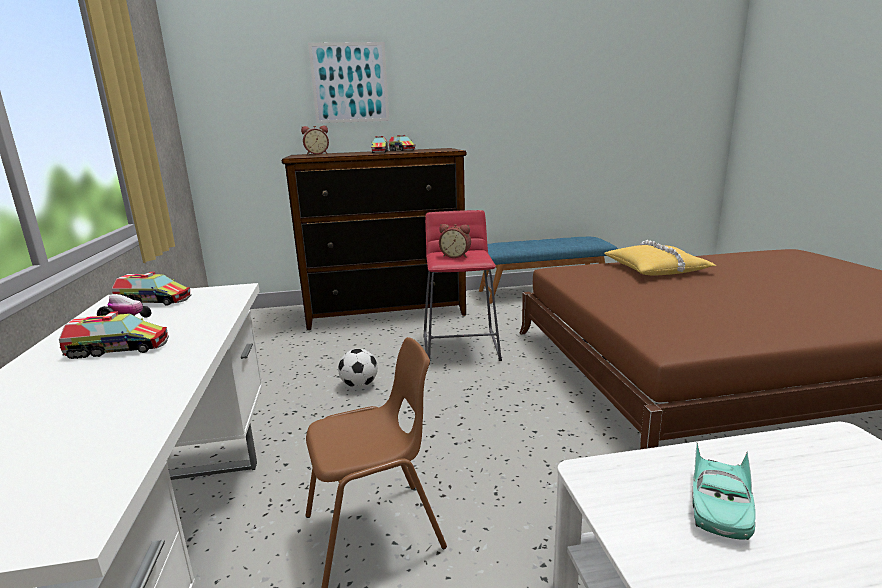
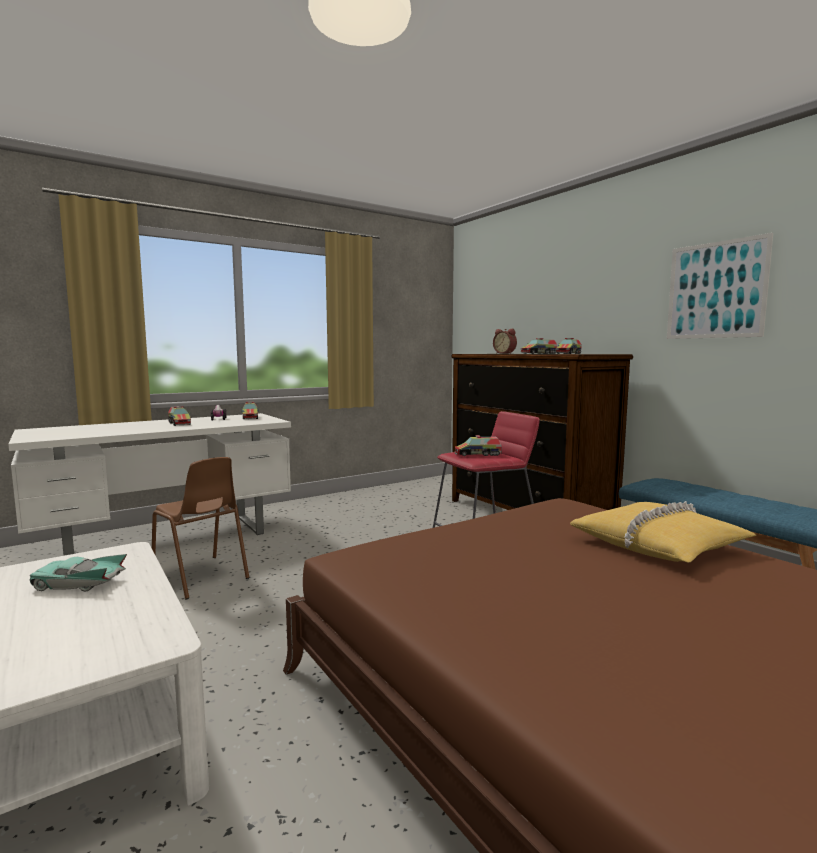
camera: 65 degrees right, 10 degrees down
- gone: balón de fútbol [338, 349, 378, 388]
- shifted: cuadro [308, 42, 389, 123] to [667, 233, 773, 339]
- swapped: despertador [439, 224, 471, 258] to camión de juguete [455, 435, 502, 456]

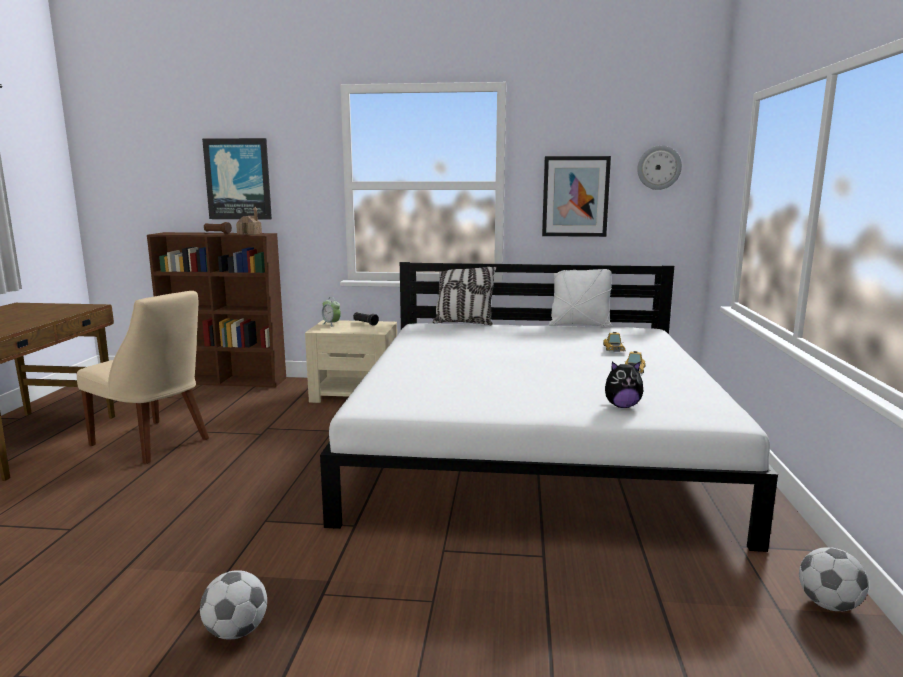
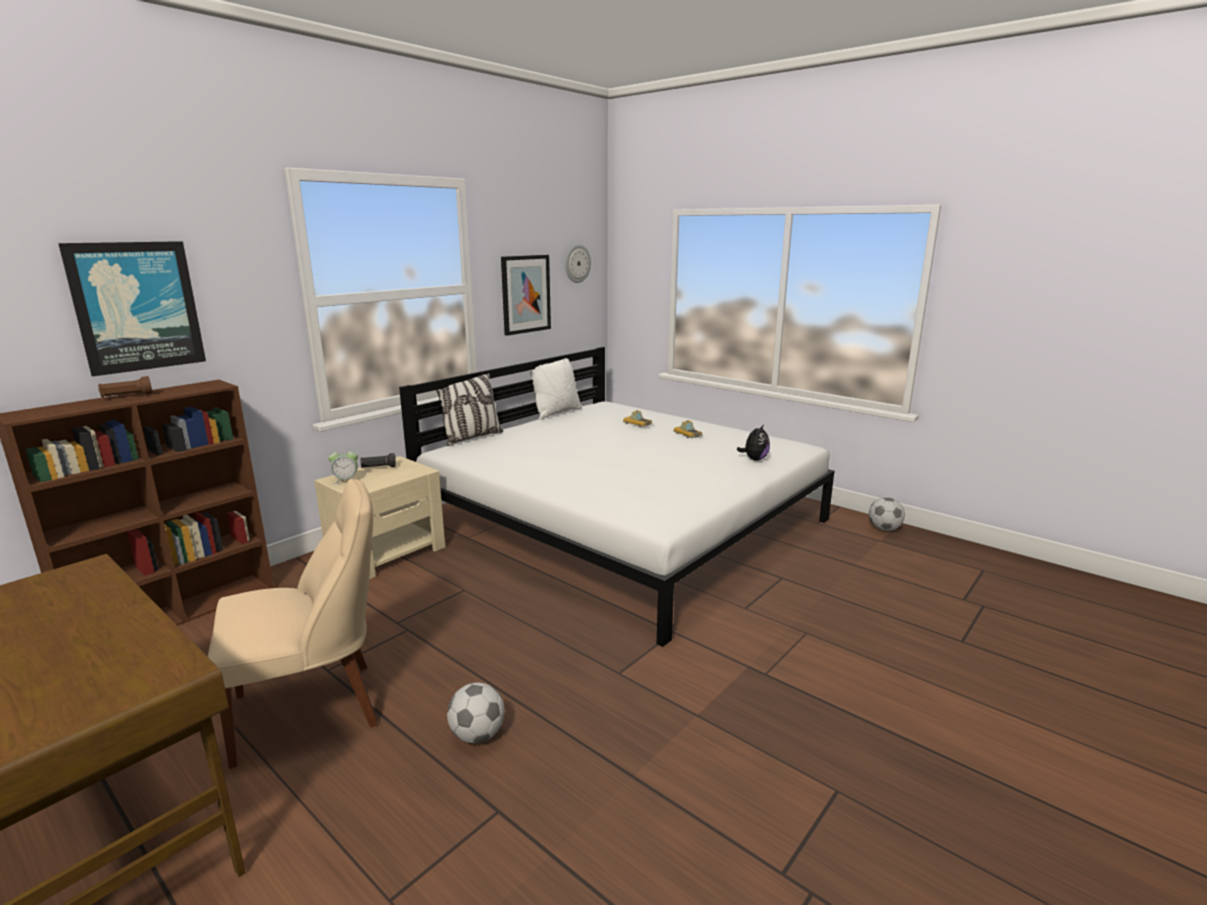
camera: 55 degrees left, 5 degrees up
- gone: casita [236, 207, 262, 235]
- shifted: balón de fútbol [200, 570, 267, 639] to [447, 682, 505, 743]

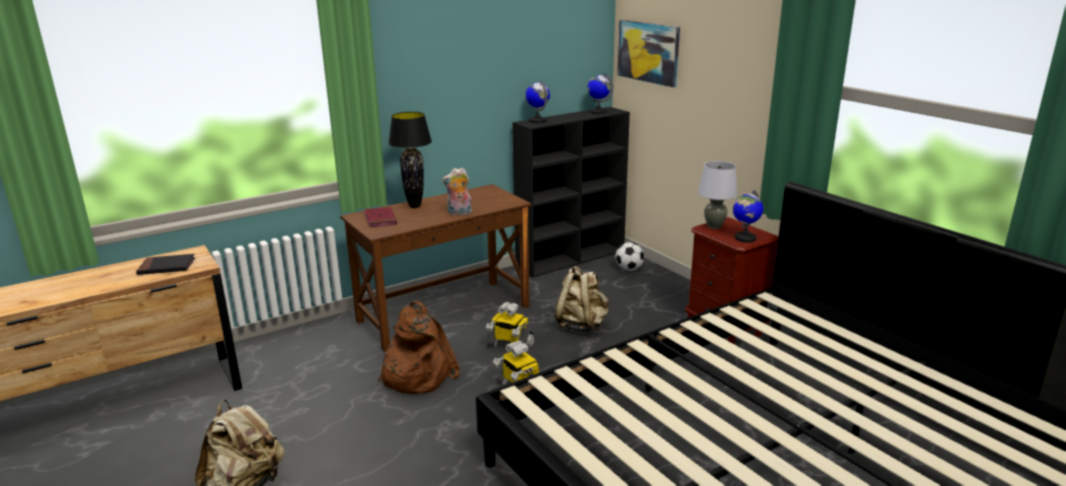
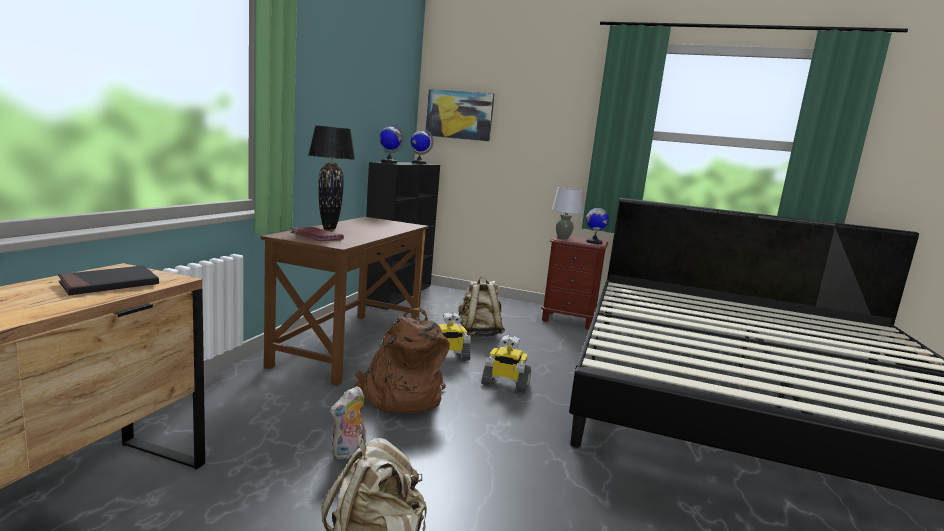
camera: 40 degrees left, 10 degrees down
- gone: balón de fútbol [615, 242, 644, 271]
- shifted: peluche [442, 168, 472, 216] to [330, 386, 366, 459]

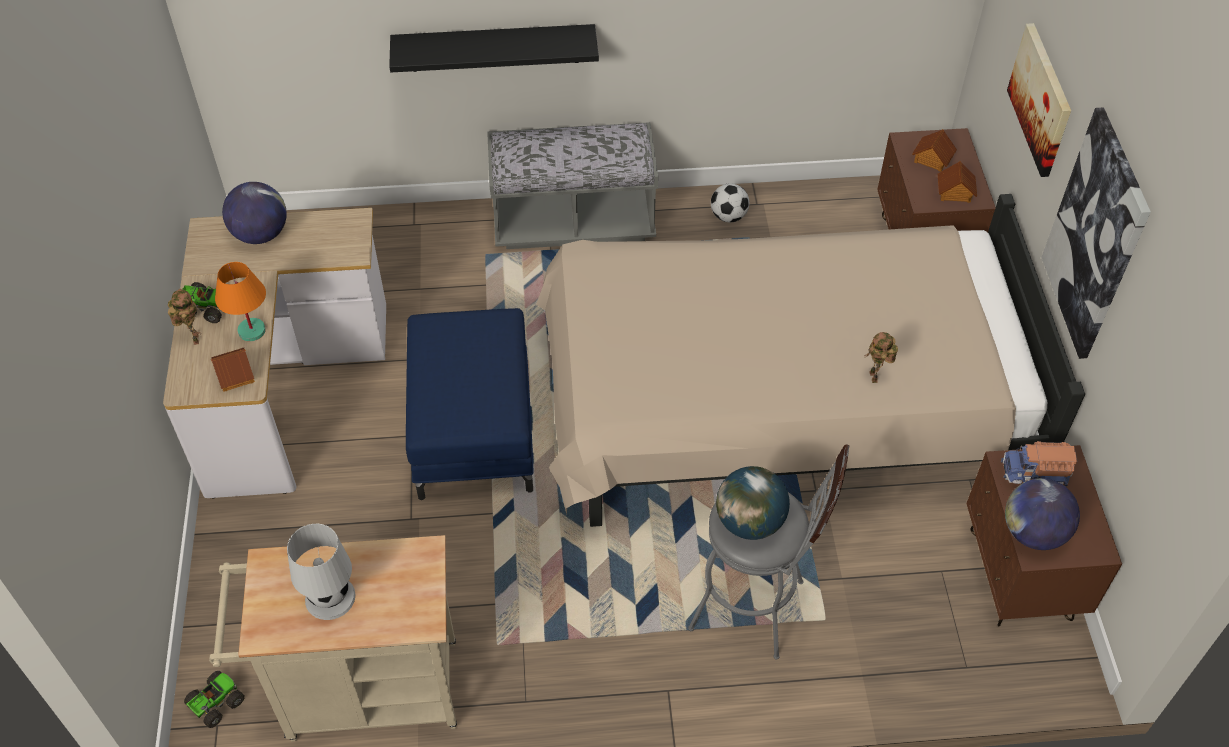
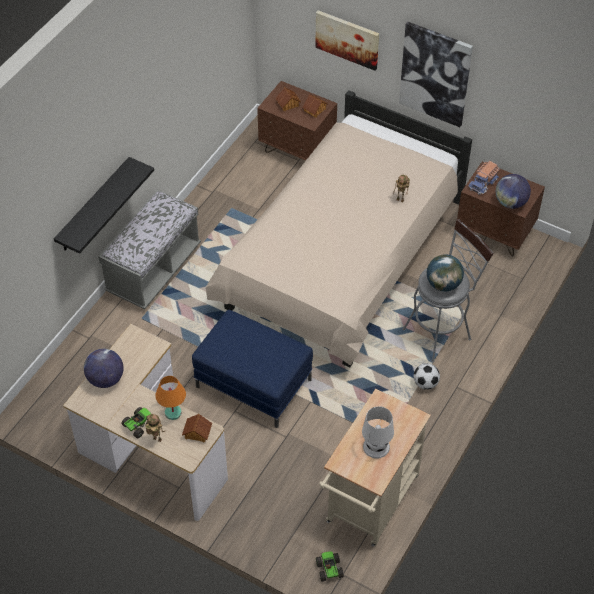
camera: 55 degrees left, 0 degrees up
- shifted: balón de fútbol [711, 183, 749, 222] to [414, 363, 440, 390]

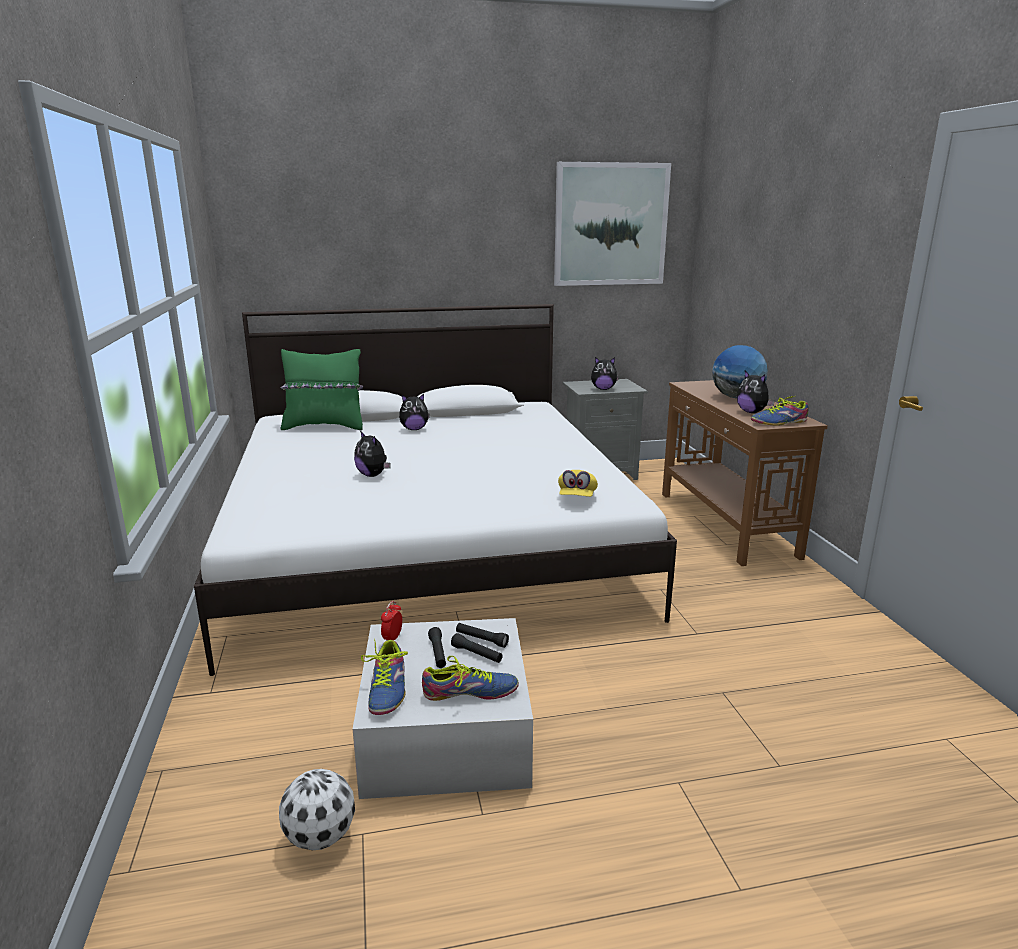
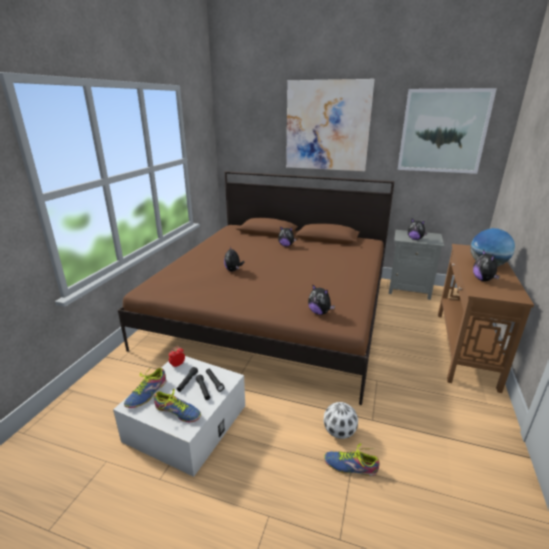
camera: 30 degrees right, 5 degrees up
- gone: cojín (verde) [281, 349, 363, 430]
- new: cuadro [286, 79, 375, 171]
- shifted: balón de fútbol [279, 769, 355, 850] to [323, 402, 358, 439]
- shifted: zapato [751, 396, 809, 426] to [324, 443, 379, 476]
- swapped: gorra (amarillo) [558, 470, 598, 497] to peluche [308, 285, 335, 315]
- repainted: cama (blanco) [194, 304, 677, 676] to cama (marrón) [118, 171, 395, 405]

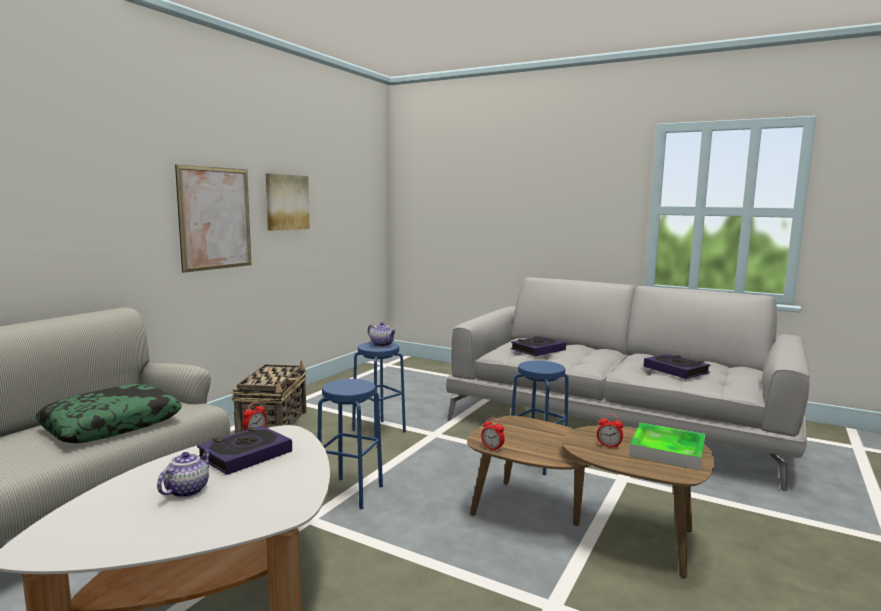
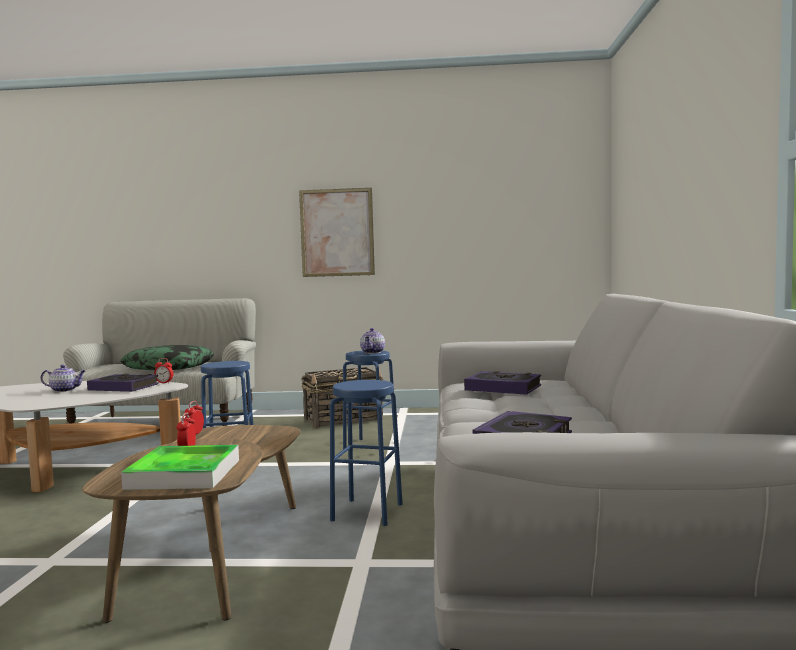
camera: 65 degrees right, 5 degrees down
- gone: cuadro [266, 173, 310, 231]

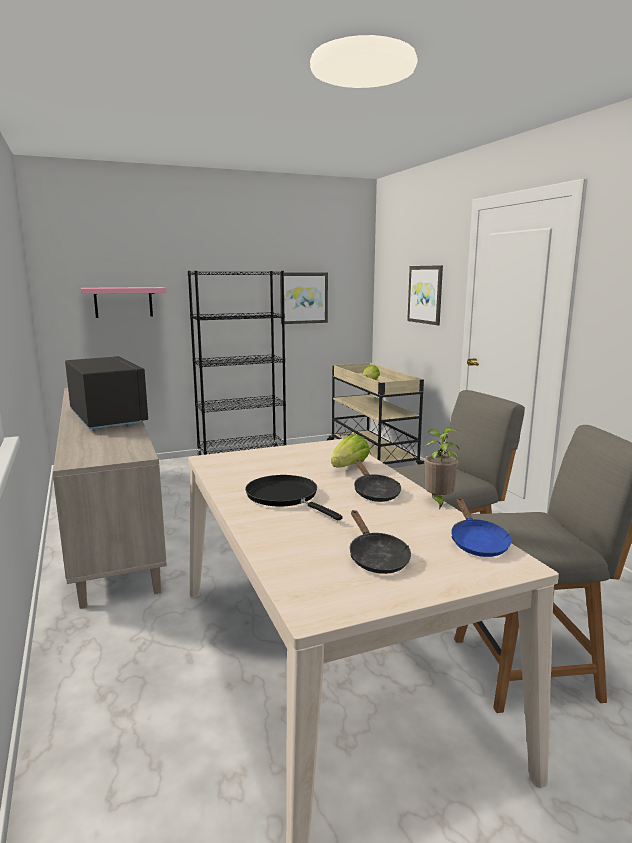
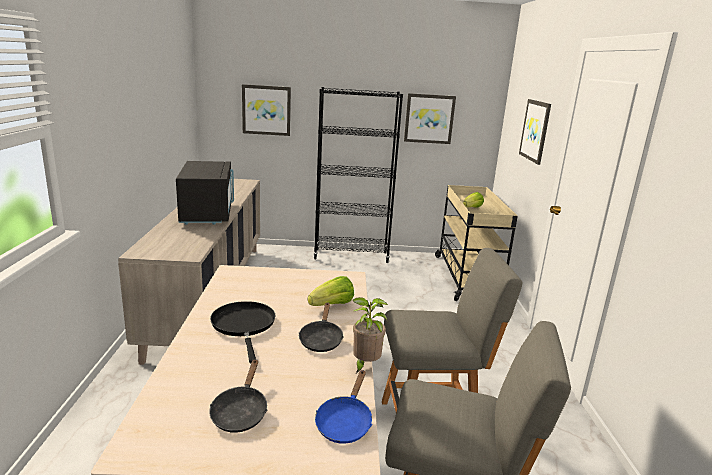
camera: 20 degrees right, 5 degrees up
- swapped: estante (rosa) [81, 287, 167, 318] to cuadro [242, 84, 291, 136]

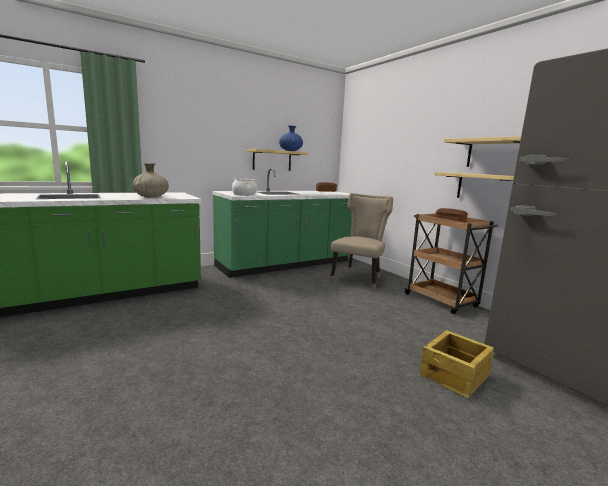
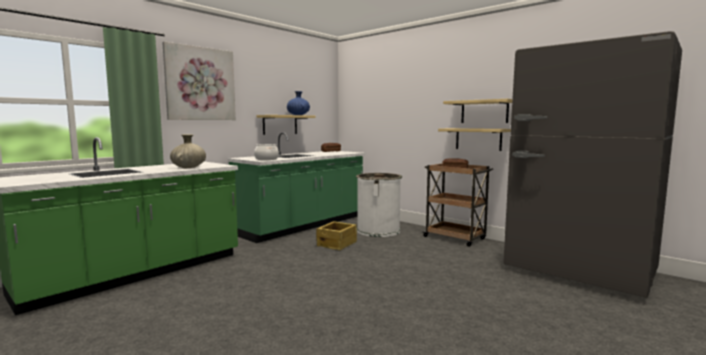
camera: 15 degrees left, 5 degrees down
- new: cuadro [162, 41, 236, 120]
- shifted: caja de embalaje [420, 330, 494, 399] to [316, 221, 357, 250]
- swapped: silla (beis) [330, 193, 393, 291] to papelera (blanco) [356, 173, 402, 237]

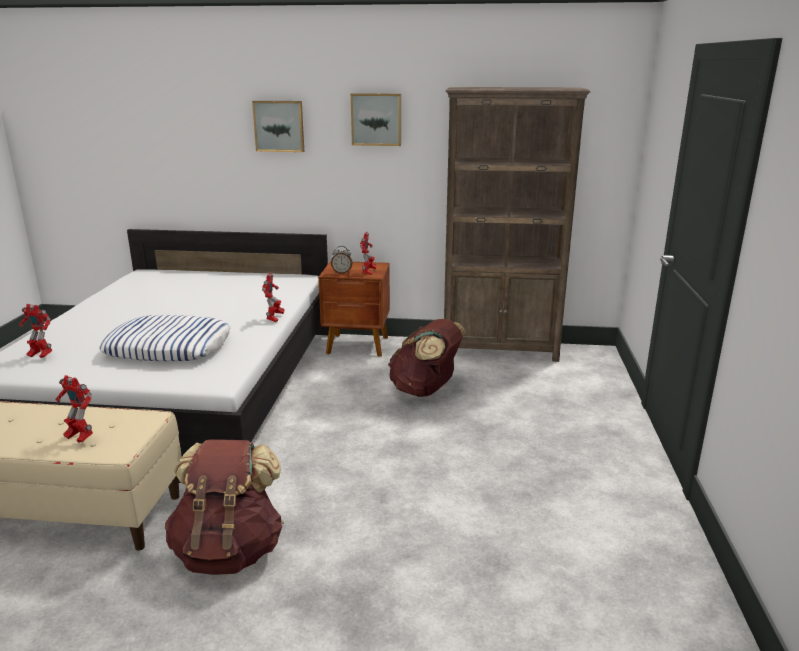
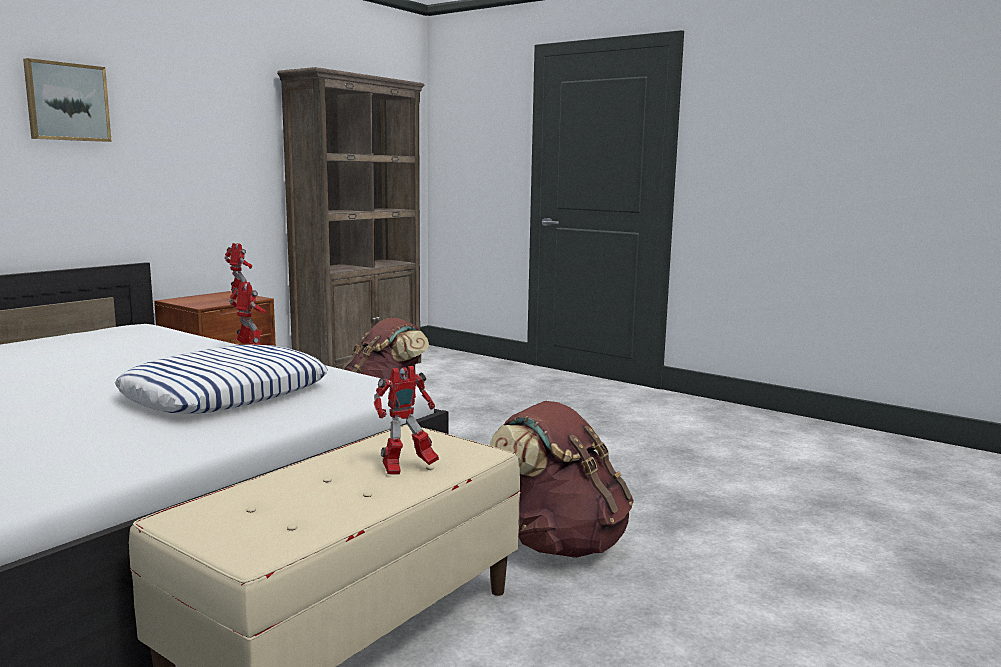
camera: 60 degrees left, 10 degrees down
- gone: robot de juguete [19, 304, 53, 358]
- gone: despertador [331, 246, 353, 274]
- gone: cuadro [351, 93, 401, 146]

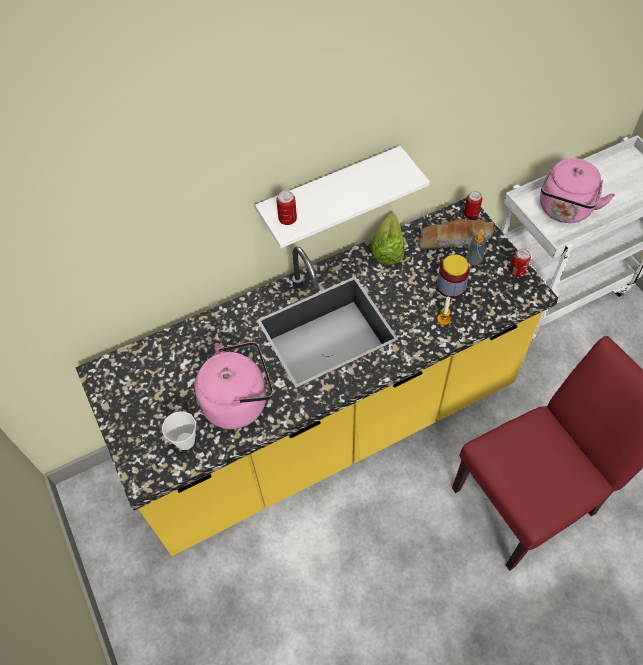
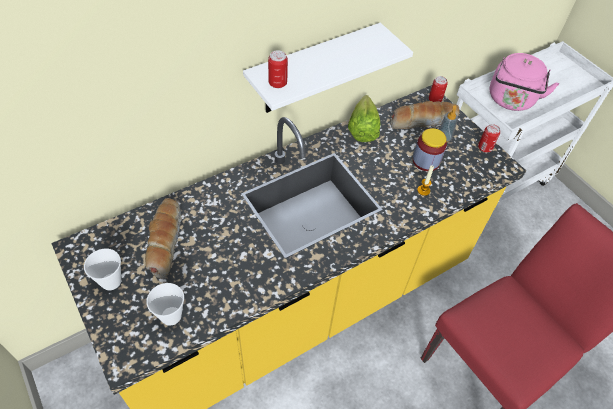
camera: 10 degrees left, 5 degrees down
- gone: hervidor (rosa) [195, 341, 273, 429]
- new: taza [84, 249, 121, 290]
- new: pan [145, 198, 182, 279]

